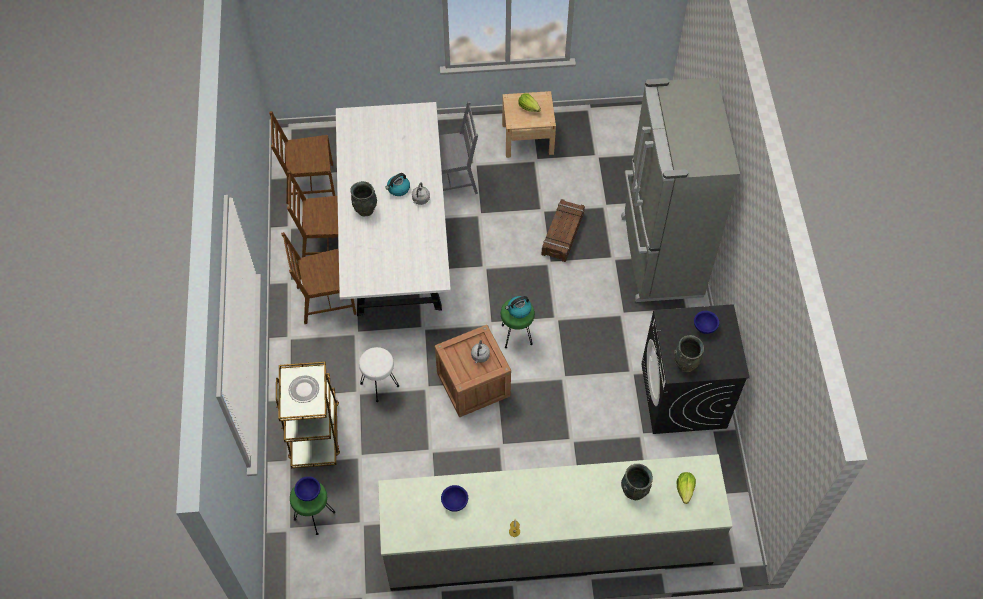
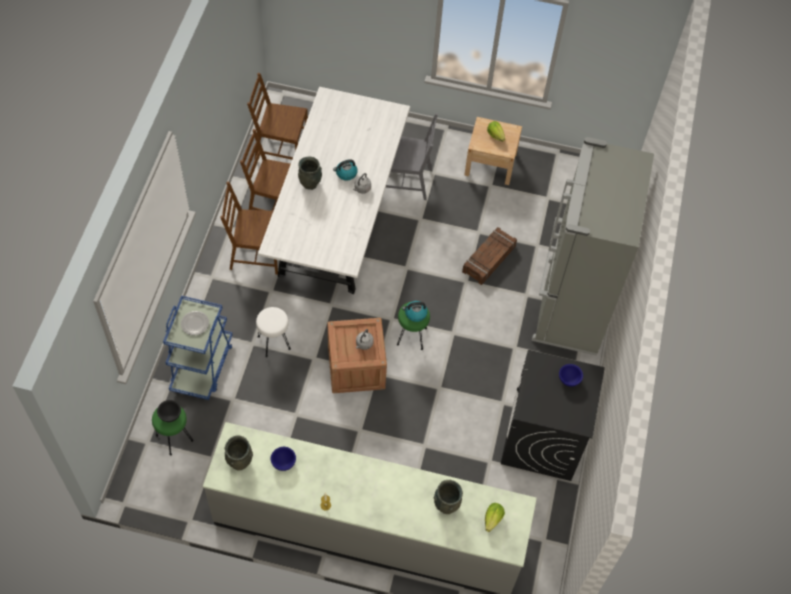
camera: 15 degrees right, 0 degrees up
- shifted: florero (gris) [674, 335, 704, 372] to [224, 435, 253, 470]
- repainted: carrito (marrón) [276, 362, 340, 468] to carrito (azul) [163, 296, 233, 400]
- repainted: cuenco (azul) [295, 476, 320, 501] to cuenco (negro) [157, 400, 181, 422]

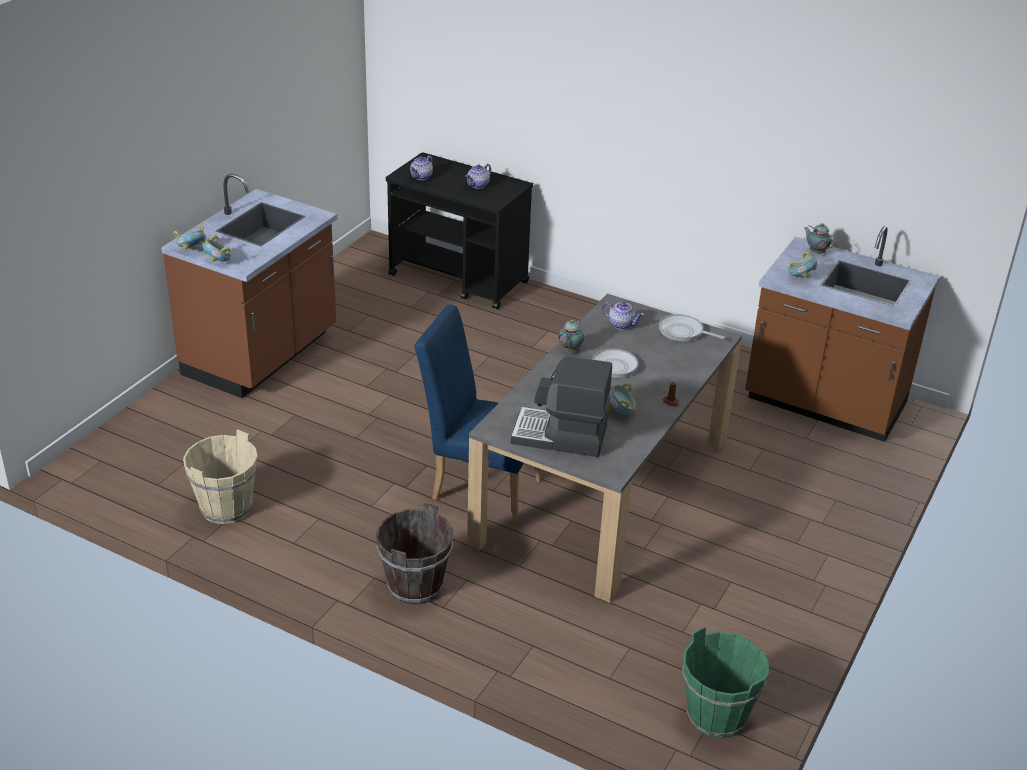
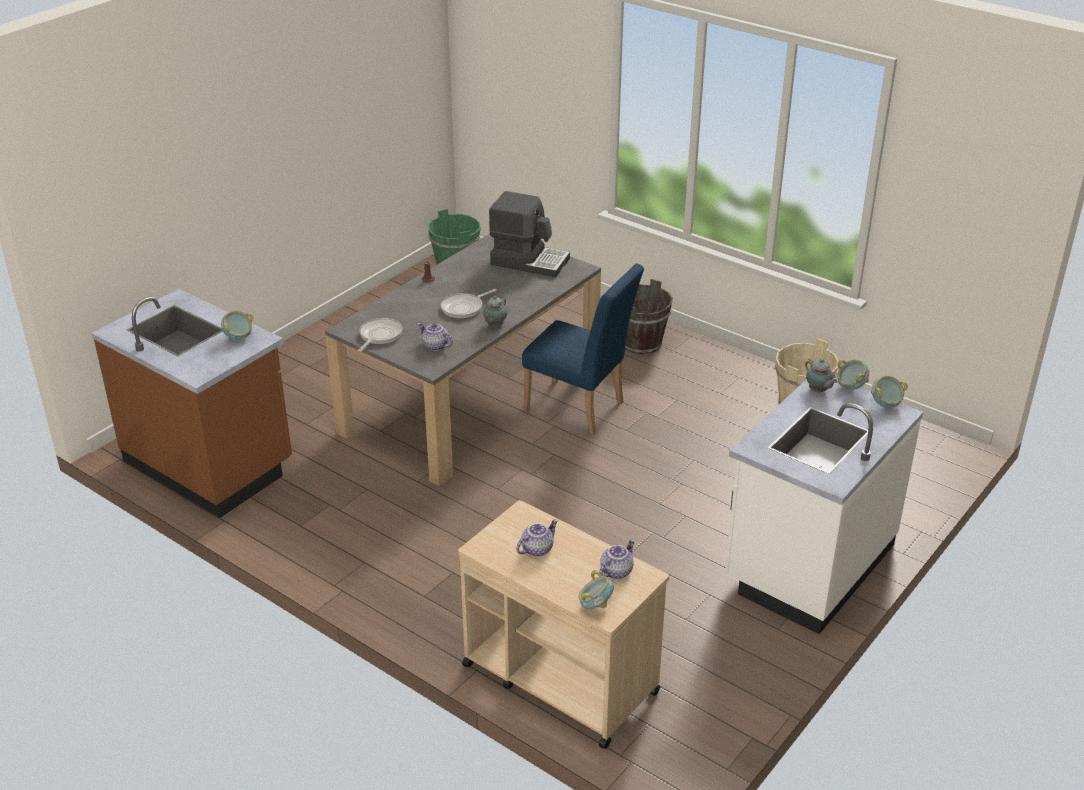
camera: 170 degrees left, 0 degrees up
- shifted: cuenco [608, 382, 636, 415] to [578, 570, 614, 609]
- shifted: tetera [804, 223, 836, 254] to [805, 358, 838, 392]
- repainted: mueble bajo de cocina (marrón) [161, 174, 337, 398] to mueble bajo de cocina (blanco) [725, 378, 923, 634]
- repainted: carrito (negro) [386, 152, 533, 310] to carrito (beis) [458, 500, 669, 749]
- rotated: sartén [659, 314, 725, 342] = [358, 318, 402, 352] 105 degrees counterclockwise

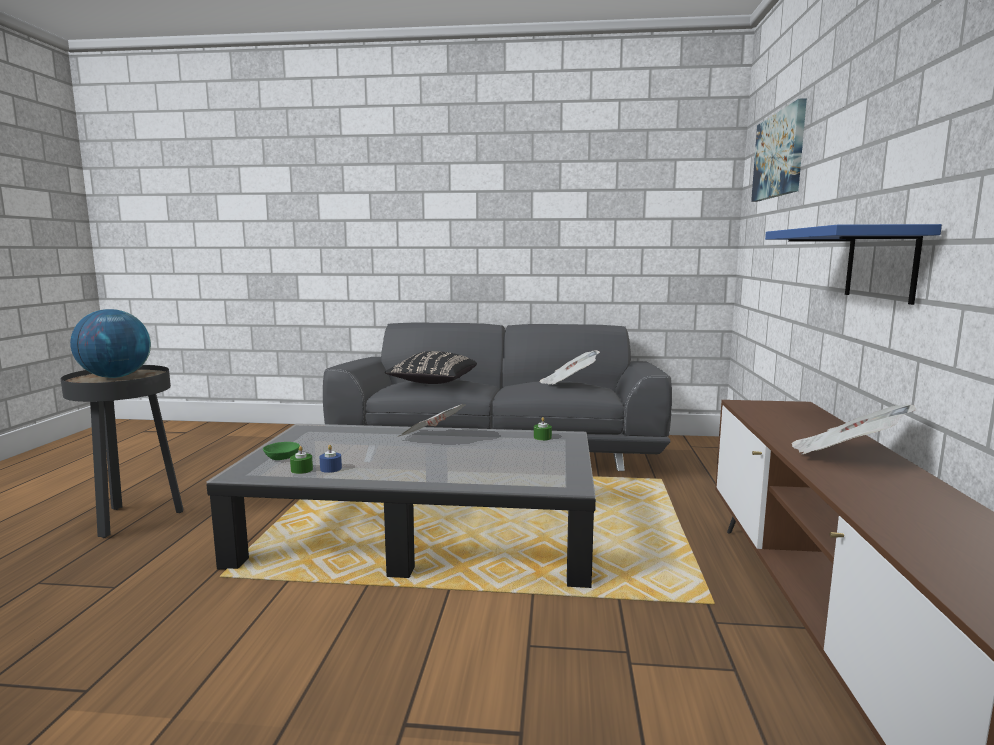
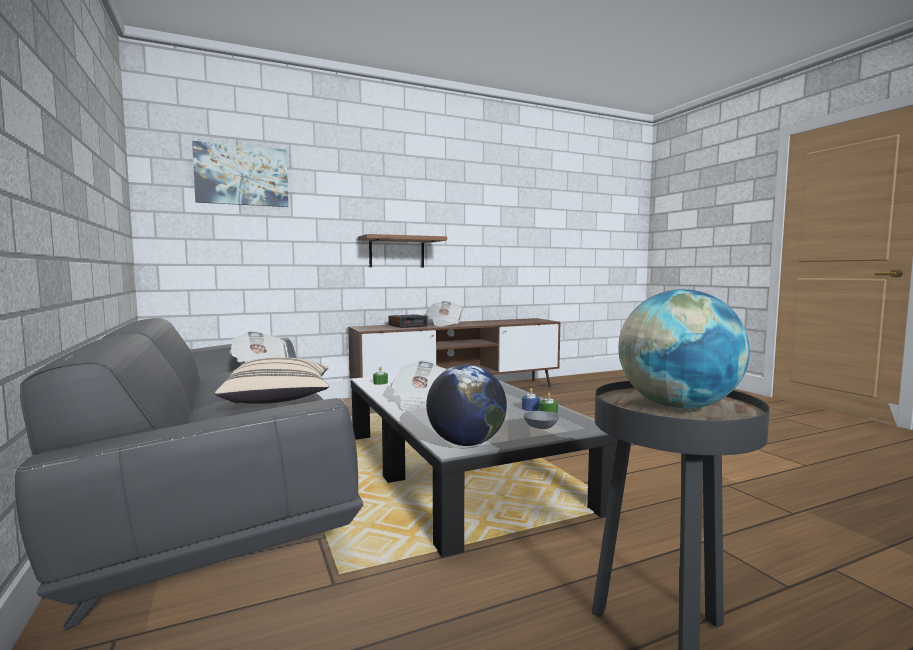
camera: 120 degrees left, 5 degrees down
- new: despertador [388, 314, 428, 328]
- new: globo terráqueo [426, 365, 507, 446]
- repainted: cuenco (verde) [263, 442, 300, 460] to cuenco (gris) [524, 411, 560, 429]
- repainted: cojín (negro) [385, 351, 477, 384] to cojín (beis) [215, 357, 329, 404]
- repainted: estante (azul) [765, 224, 942, 305] to estante (marrón) [358, 234, 447, 267]

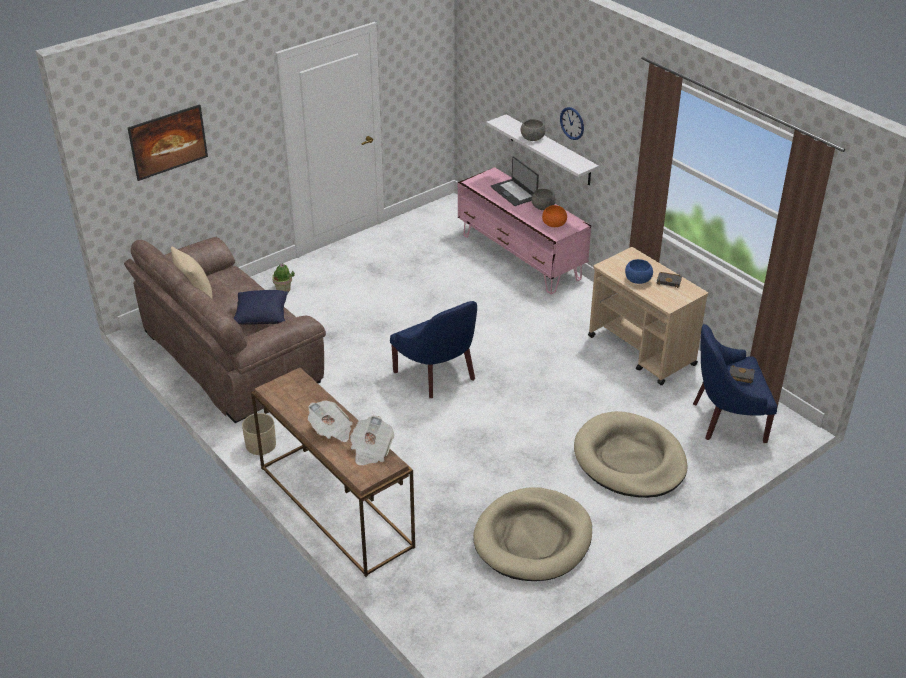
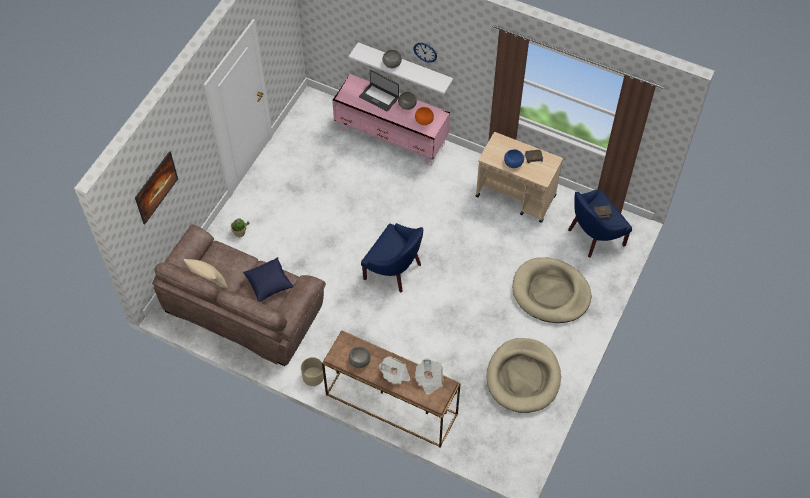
camera: 25 degrees left, 20 degrees up
- new: cuenco (gris) [349, 346, 371, 368]

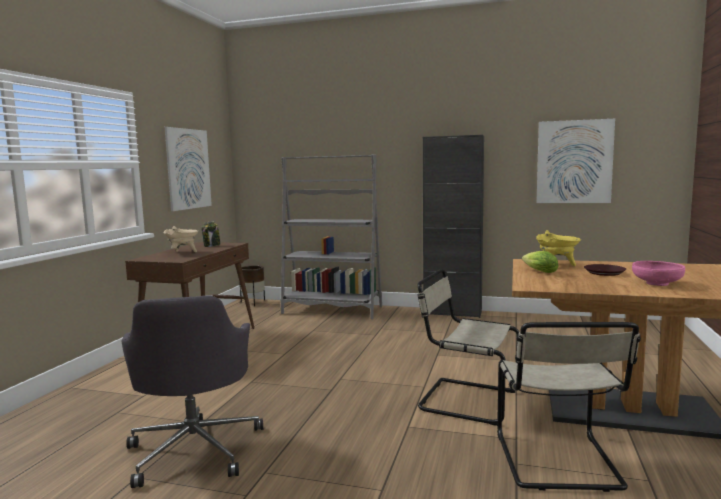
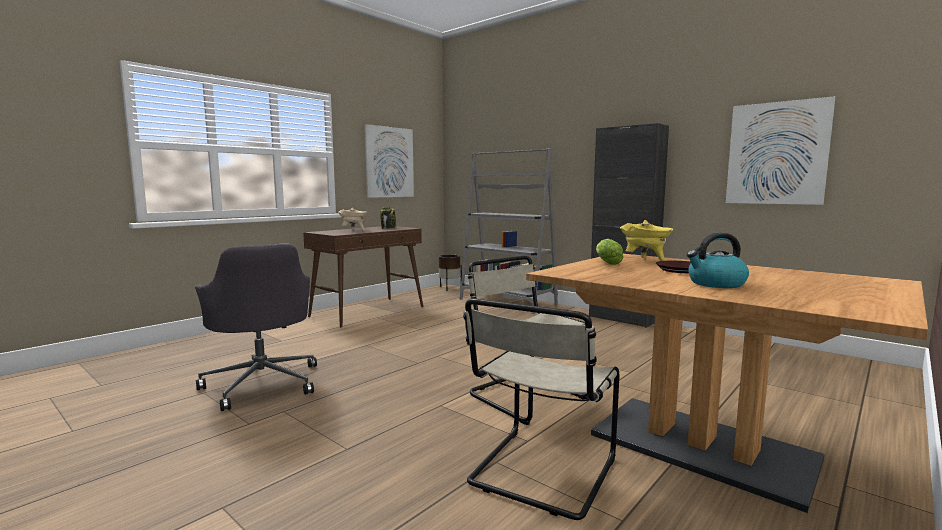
camera: 25 degrees right, 0 degrees up
- swapped: cuenco (rosa) [632, 261, 685, 286] to hervidor [687, 232, 749, 288]
- rotated: silla de oficina (gris) [121, 295, 263, 488] = [195, 244, 317, 411] 45 degrees counterclockwise

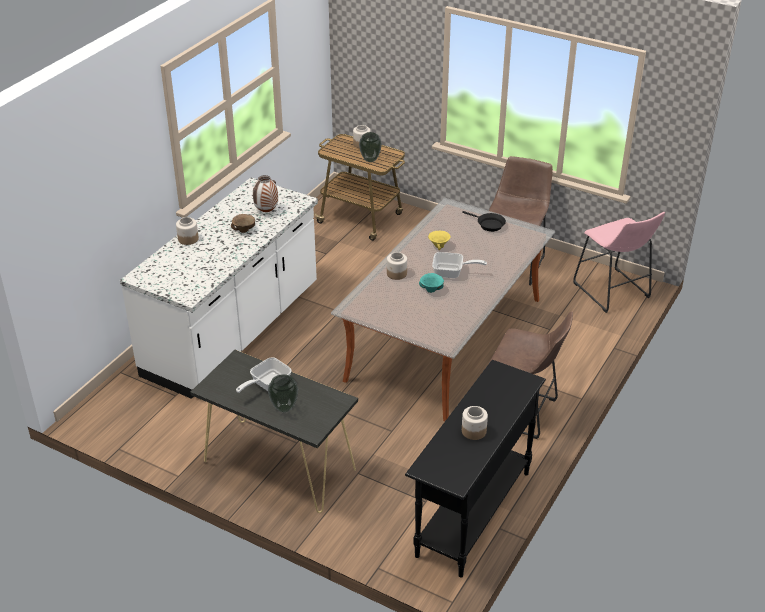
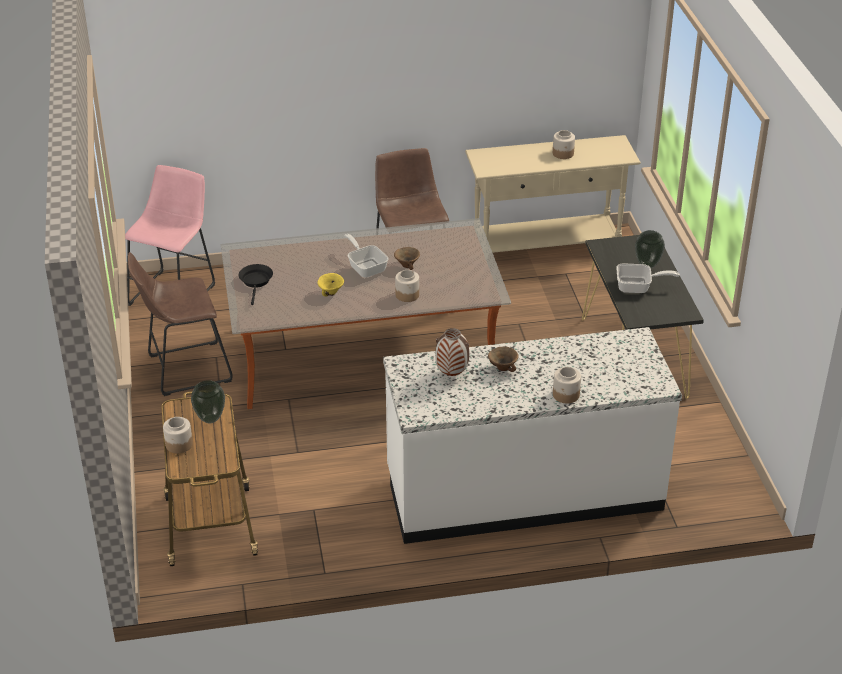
camera: 130 degrees left, 0 degrees up
- repainted: mesa consola (negro) [405, 360, 546, 578] to mesa consola (beis) [465, 135, 641, 253]
- repainted: cuenco (turquesa) [419, 273, 444, 293] to cuenco (marrón) [394, 247, 420, 270]

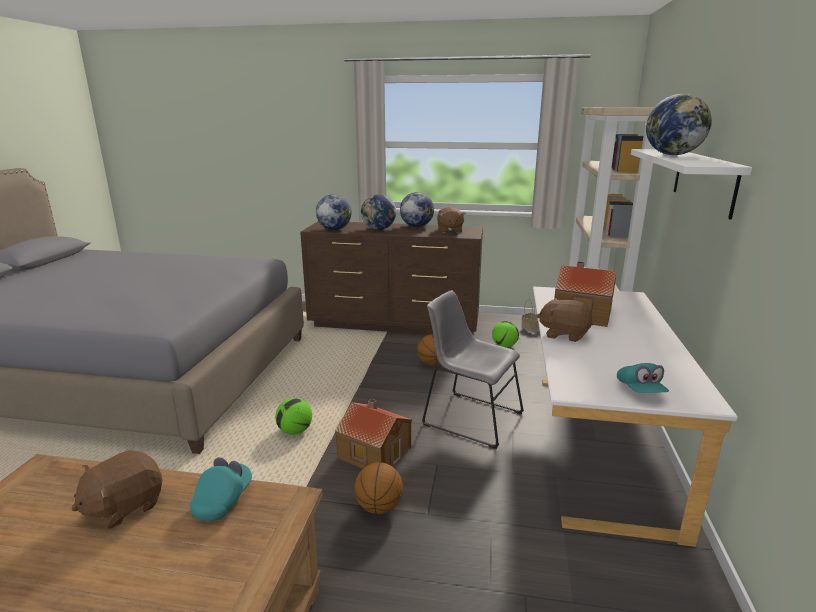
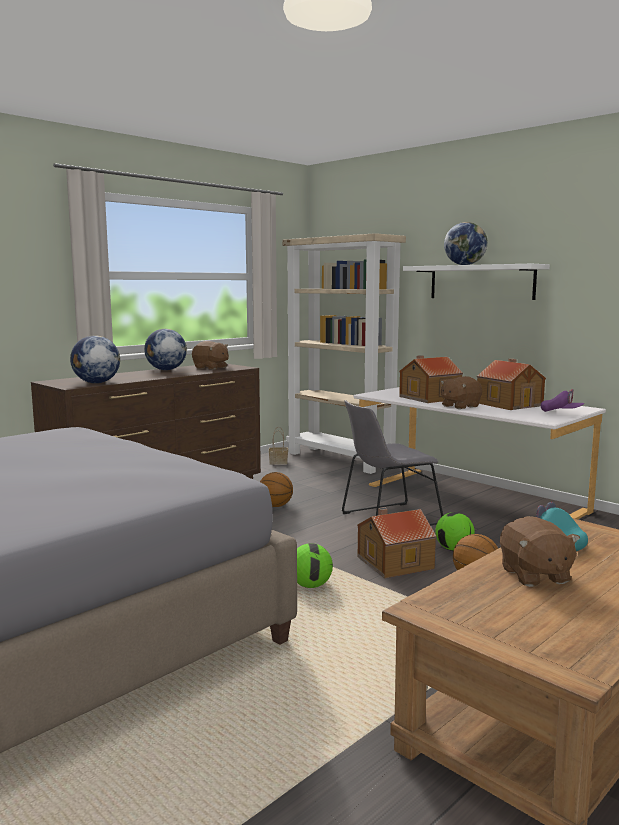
camera: 55 degrees left, 10 degrees down
- gone: globo terráqueo [361, 194, 396, 230]
- new: casita [477, 359, 546, 410]
- shifted: balón de fútbol [492, 321, 519, 347] to [435, 512, 475, 551]
- repainted: gorra (turquesa) [617, 363, 669, 393] to gorra (morado) [541, 389, 585, 412]

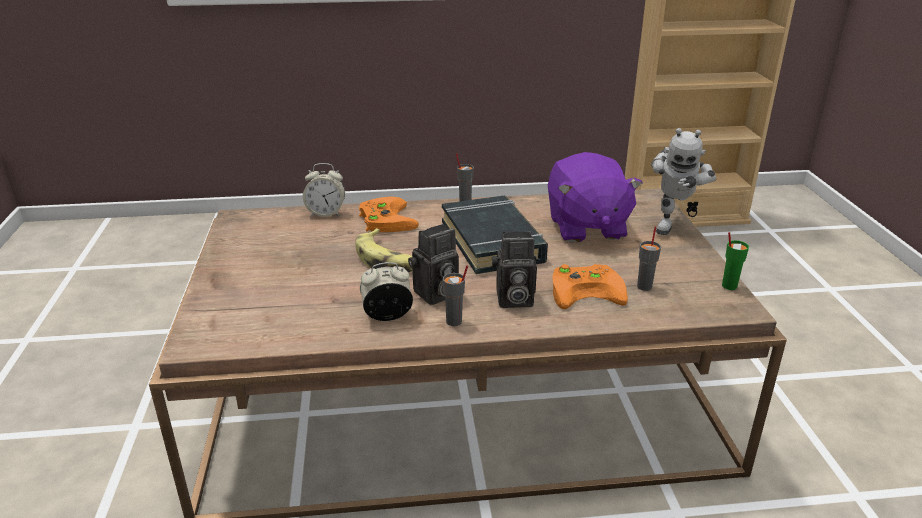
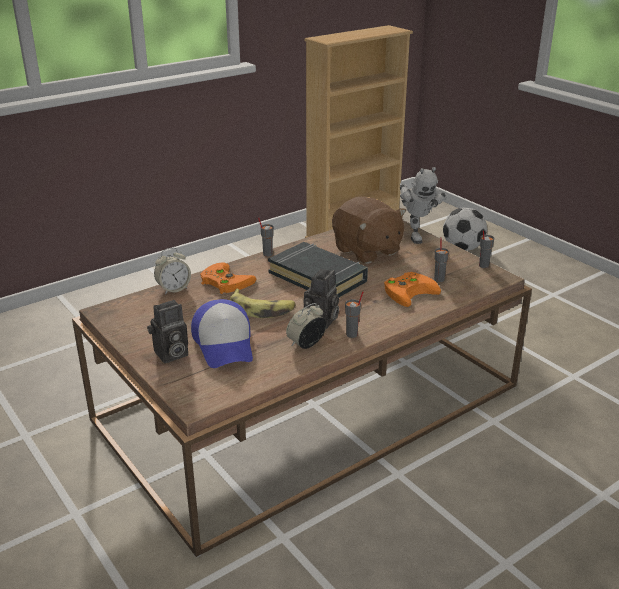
camera: 30 degrees left, 0 degrees up
- new: gorra [191, 299, 253, 368]
- new: balón de fútbol [443, 208, 487, 251]
- shifted: cámara [492, 231, 537, 308] to [147, 300, 188, 363]
- repainted: peluche (morado) [548, 152, 643, 243] to peluche (marrón) [332, 196, 406, 264]
- repainted: taza (verde) [722, 232, 749, 290] to taza (gris) [479, 230, 494, 268]

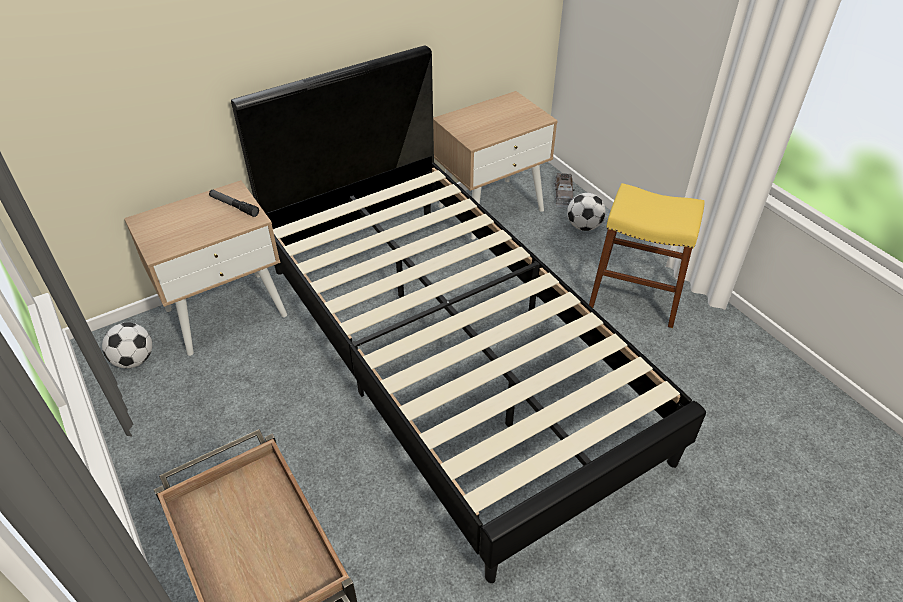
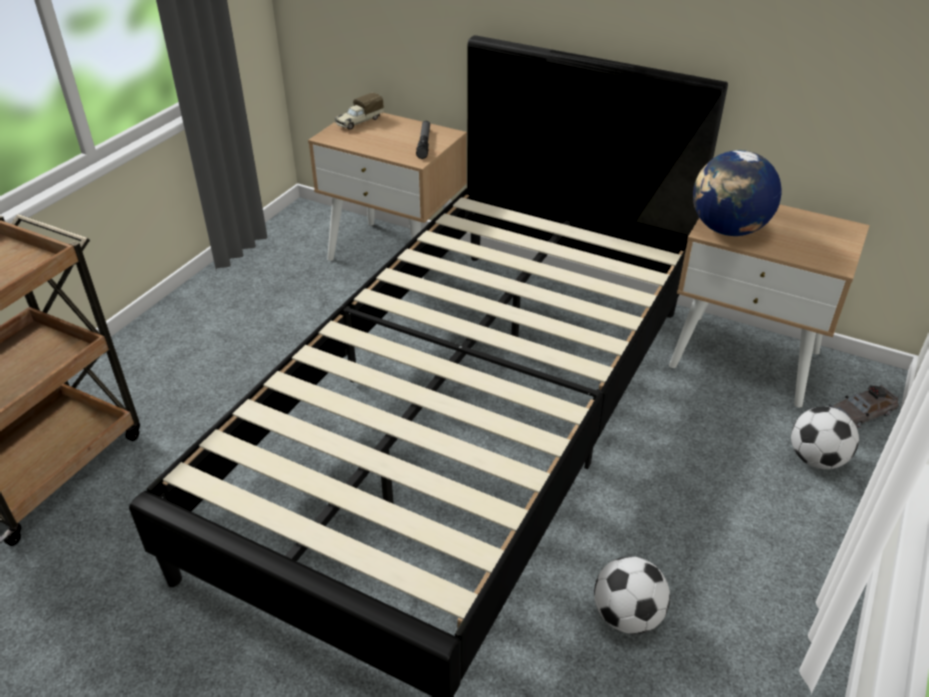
camera: 60 degrees right, 5 degrees down
- gone: taburete (amarillo) [589, 183, 705, 328]
- new: camión de juguete [335, 93, 384, 130]
- new: globo terráqueo [693, 150, 782, 236]
- shifted: balón de fútbol [102, 322, 152, 368] to [594, 556, 670, 634]

